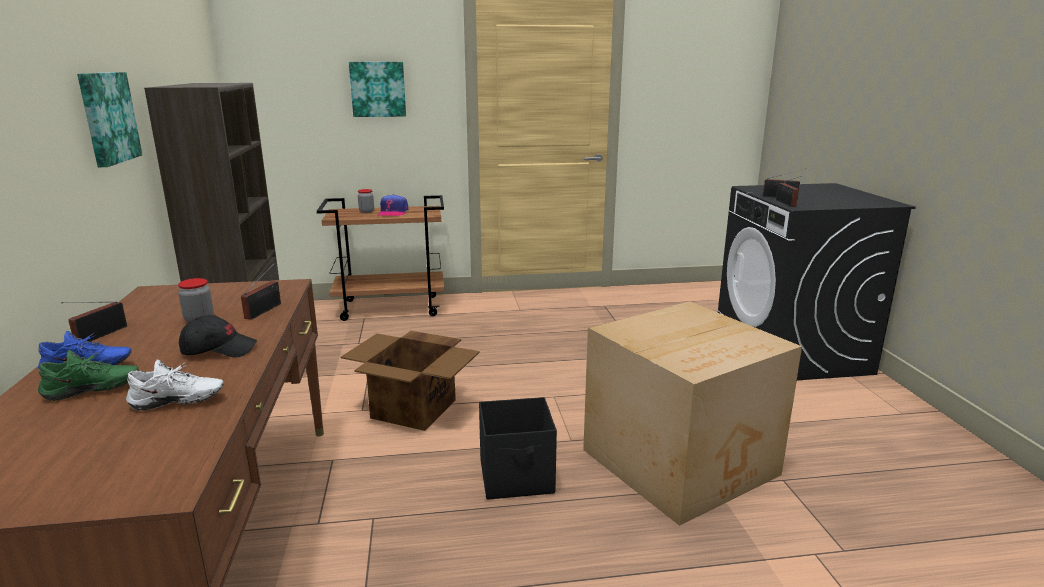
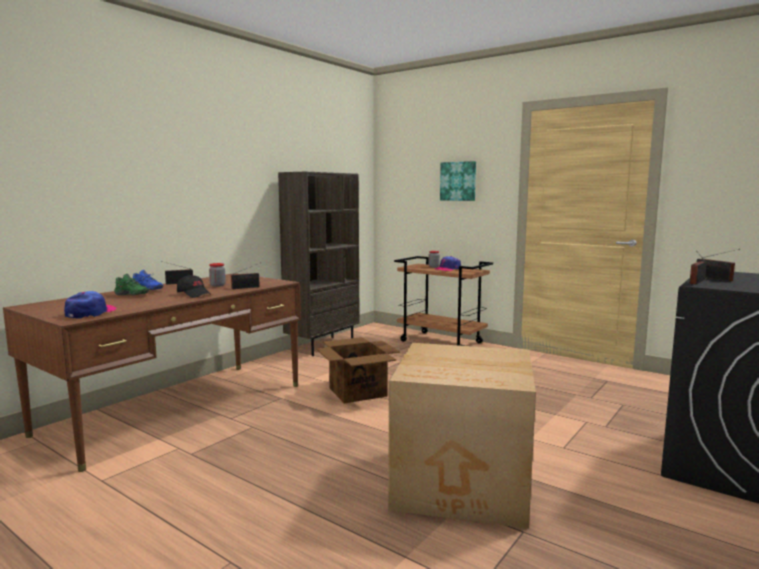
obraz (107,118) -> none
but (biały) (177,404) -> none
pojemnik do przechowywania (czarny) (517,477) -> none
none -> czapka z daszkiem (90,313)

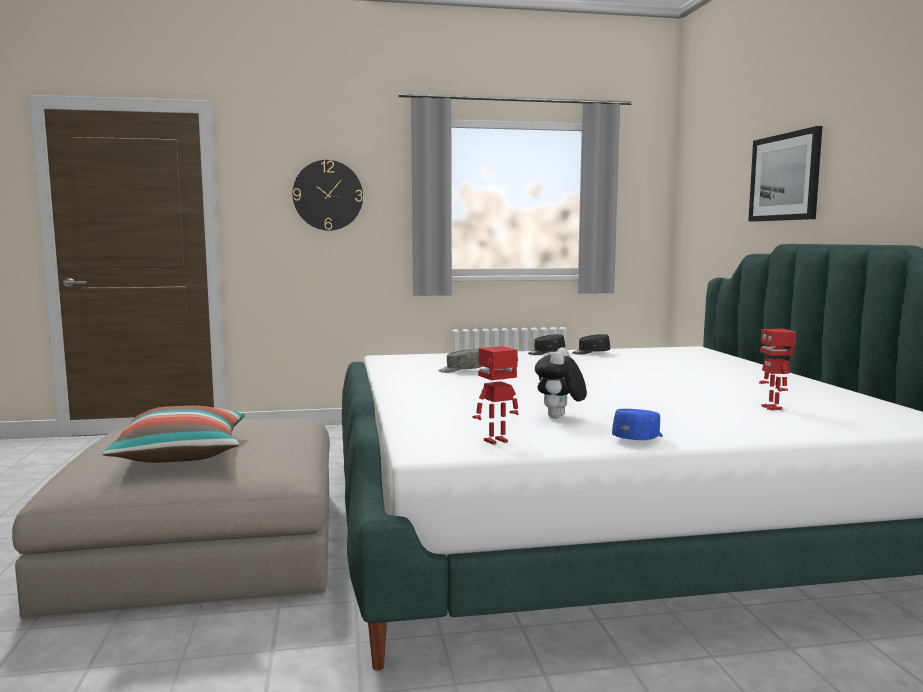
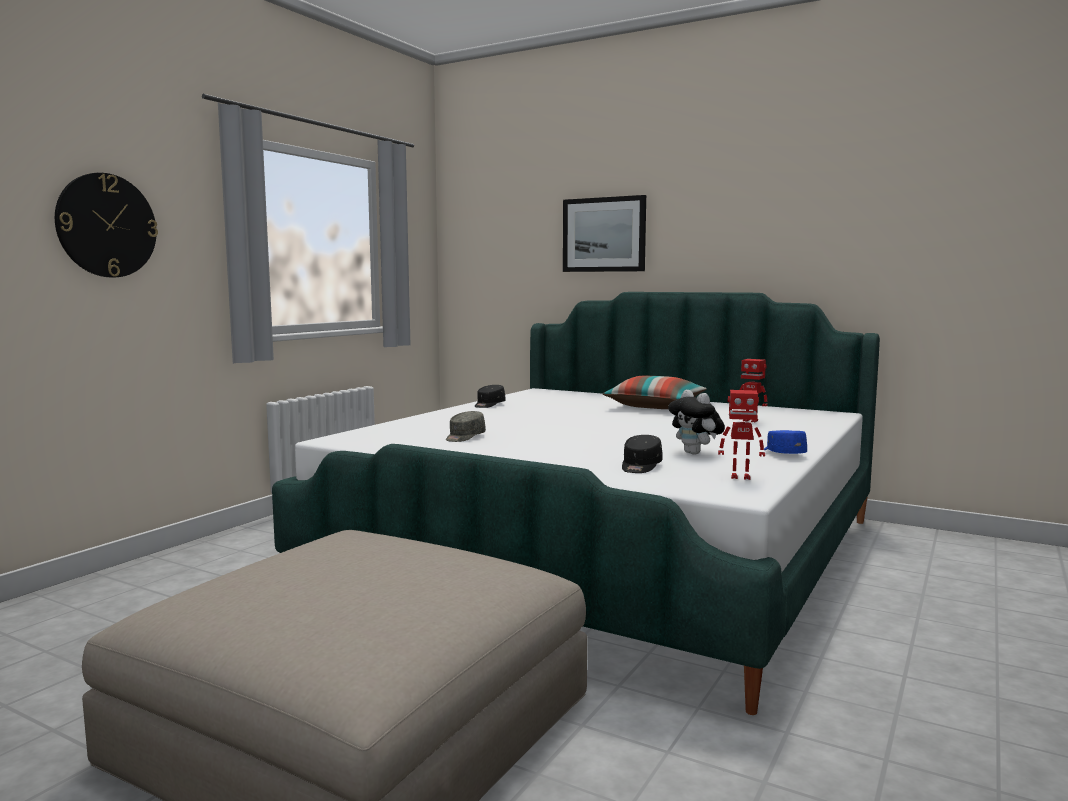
czapka z daszkiem (czarny) (546,353) -> czapka z daszkiem (czarny) (640,466), moved
robot zabawkowy (497,441) -> robot zabawkowy (740,477), 90 degrees counterclockwise
poduszka (182,454) -> poduszka (655,407), moved

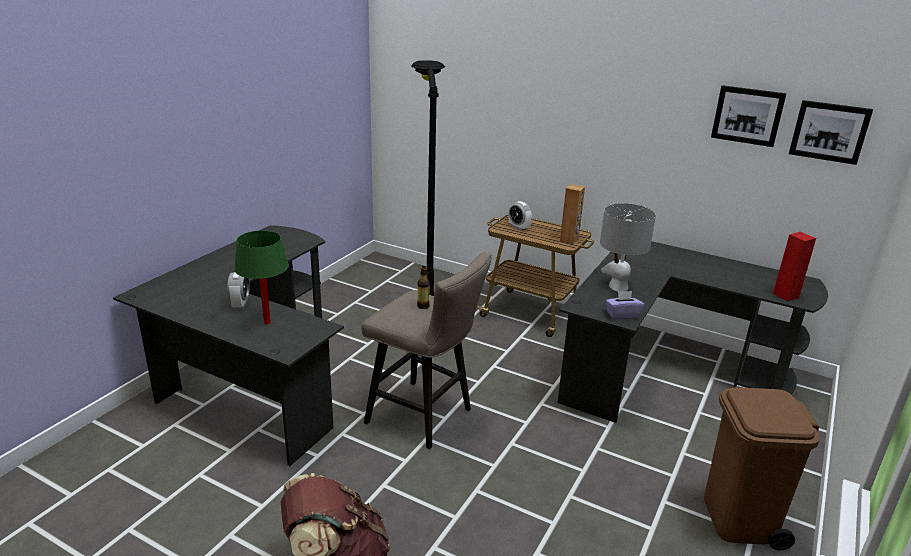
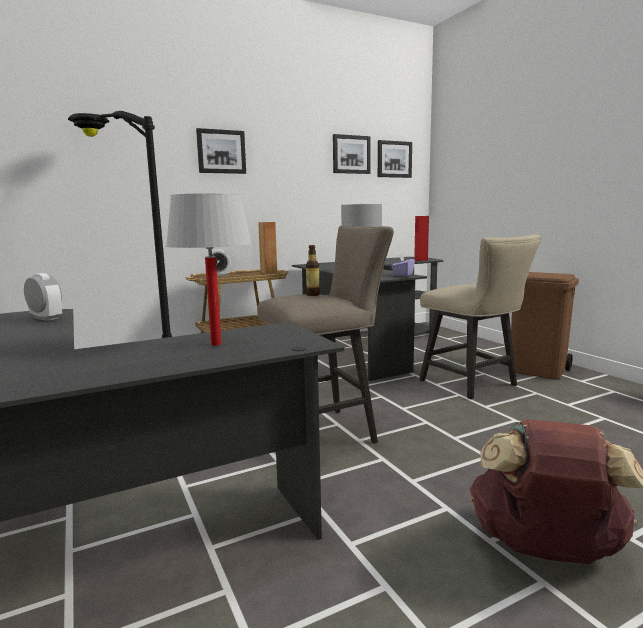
lampa stołowa (zielony) (267,323) -> lampa stołowa (biały) (216,344)
budzik (240,304) -> budzik (46,318), moved
none -> obraz (221,151)
none -> krzesło (beżowy) (473,384)

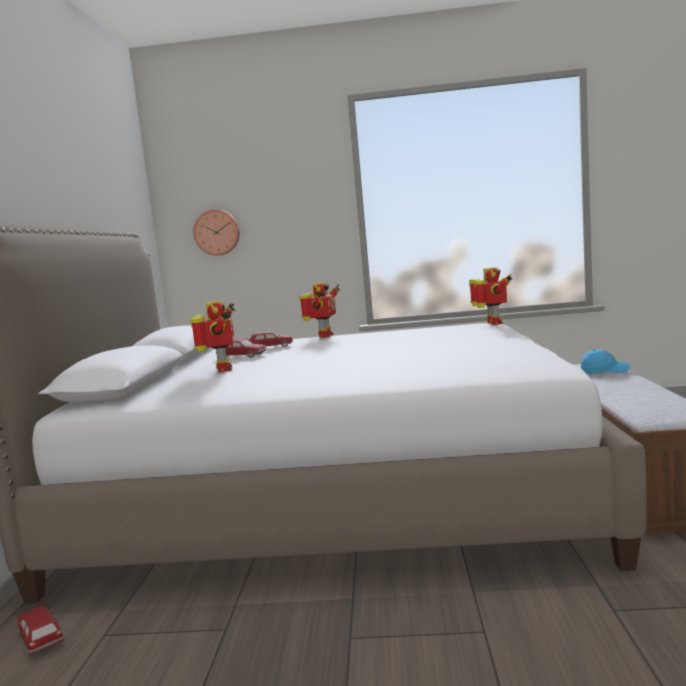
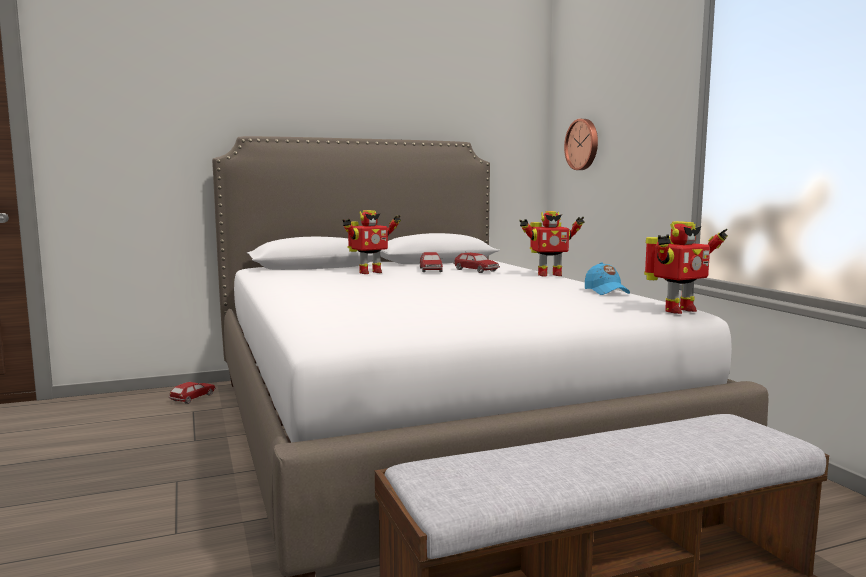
czapka z daszkiem (niebieski) (605,371) -> czapka z daszkiem (niebieski) (606,292), moved

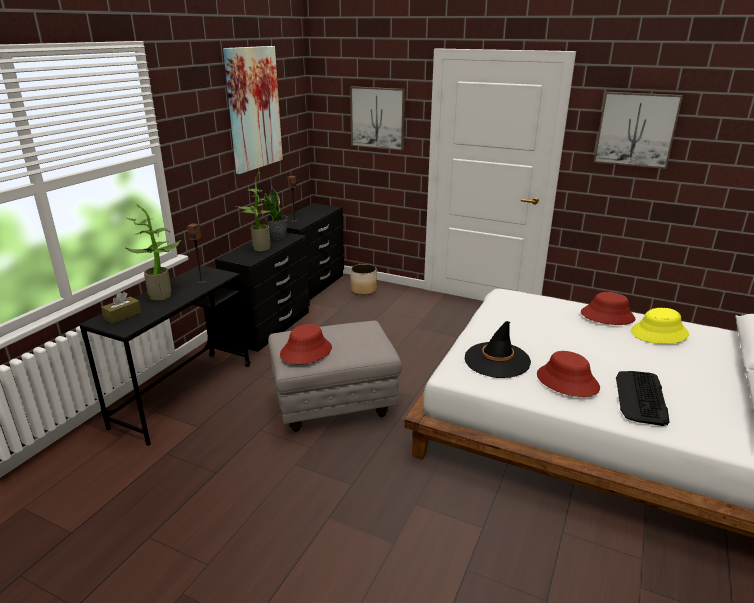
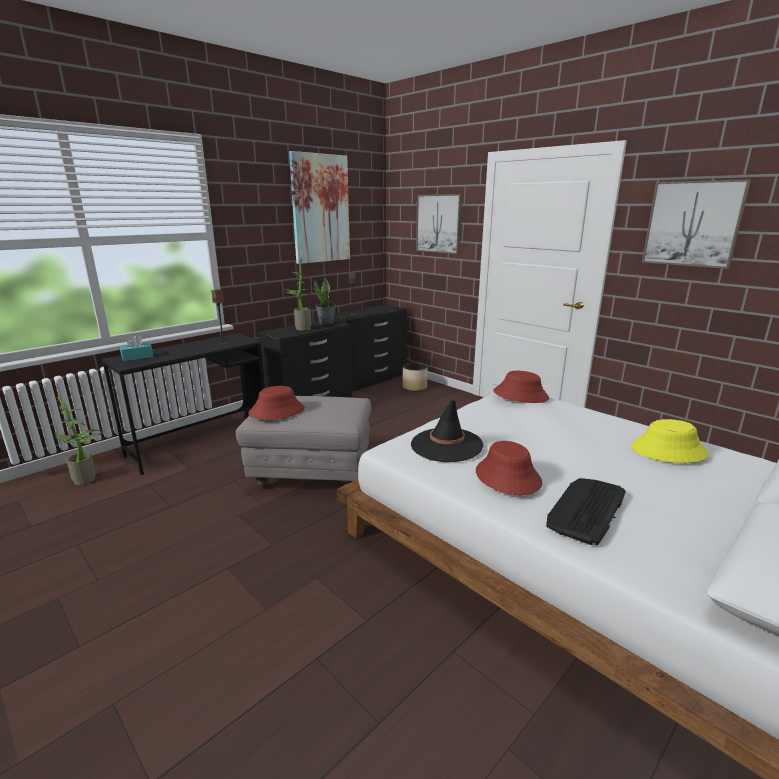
roślina doniczkowa (162,294) -> roślina doniczkowa (88,478), moved
pudełko chusteczek (brązowy) (122,316) -> pudełko chusteczek (turkusowy) (137,357)
kapelusz (czerwony) (607,316) -> kapelusz (czerwony) (520,395), moved

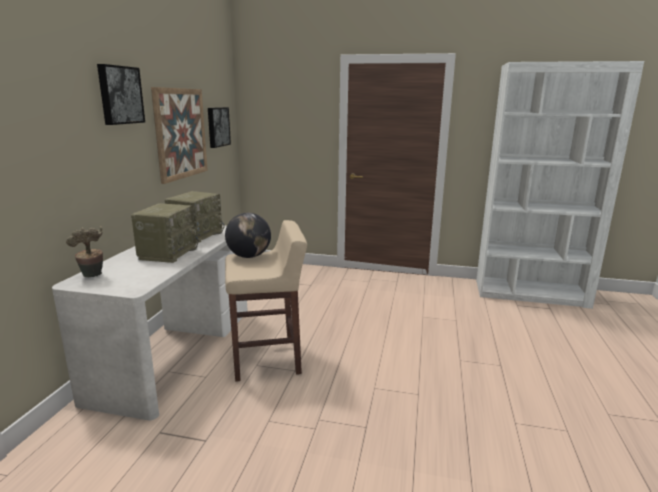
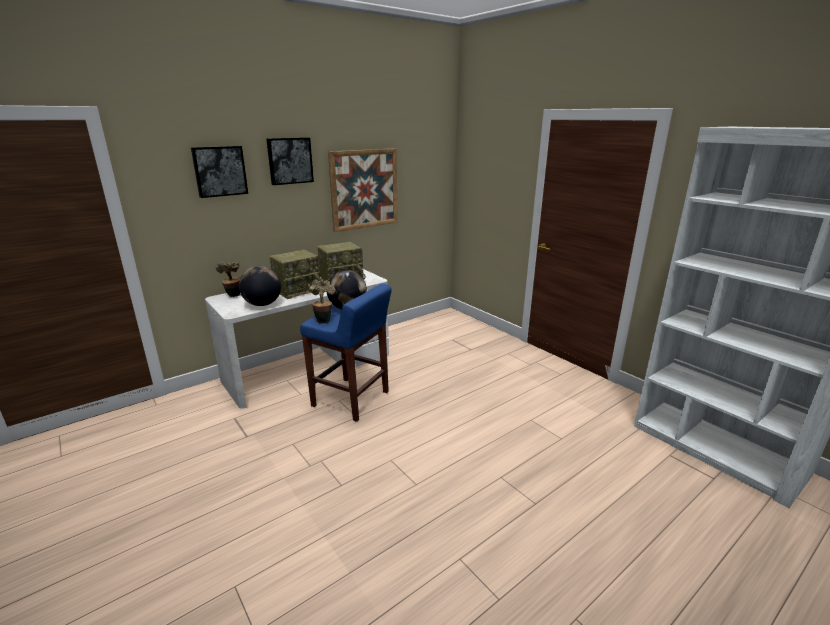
obraz (217,127) -> obraz (219,171), moved
stołek (beżowy) (267,359) -> stołek (niebieski) (351,399)
none -> globus (262,304)
none -> roślina doniczkowa (323,320)

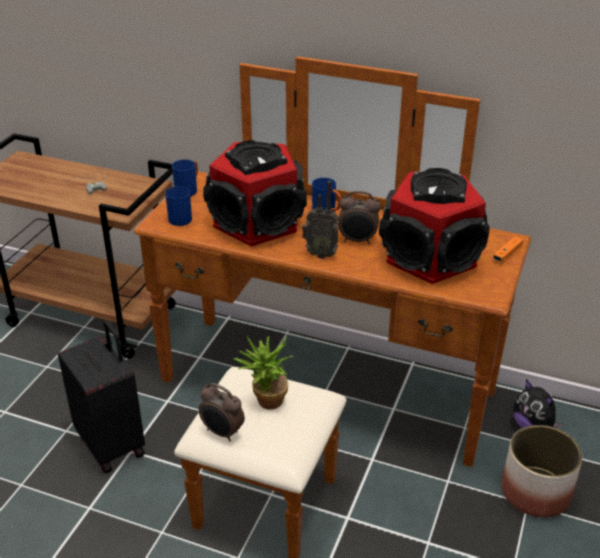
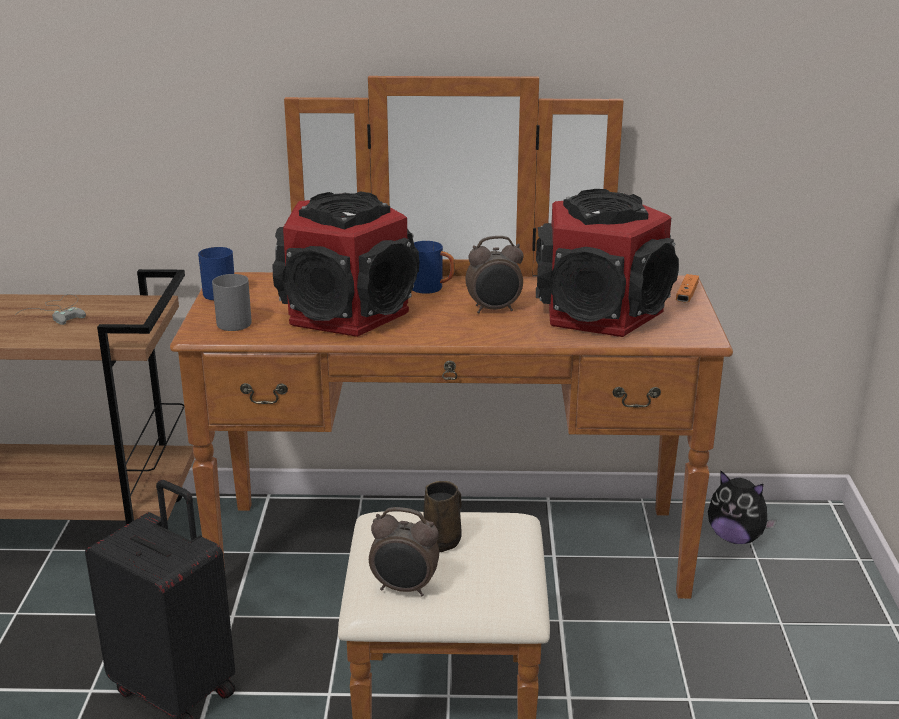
radio (320,254) -> none
kubek (niebieski) (181,217) -> kubek (szary) (233,321)
roślina doniczkowa (265,403) -> kubek (brązowy) (443,541)
donica (535,492) -> none

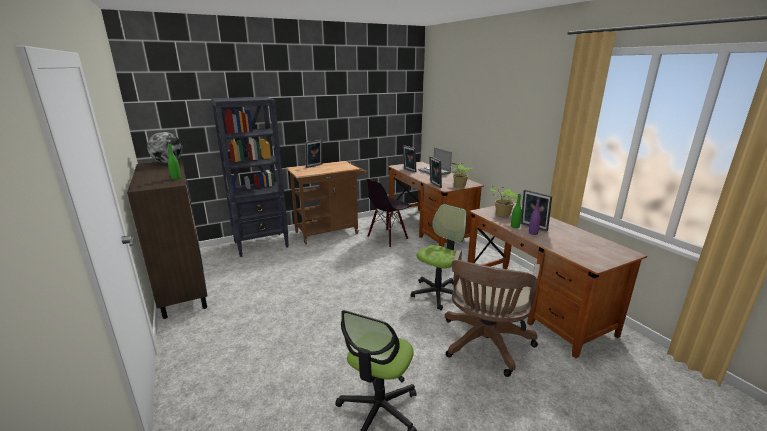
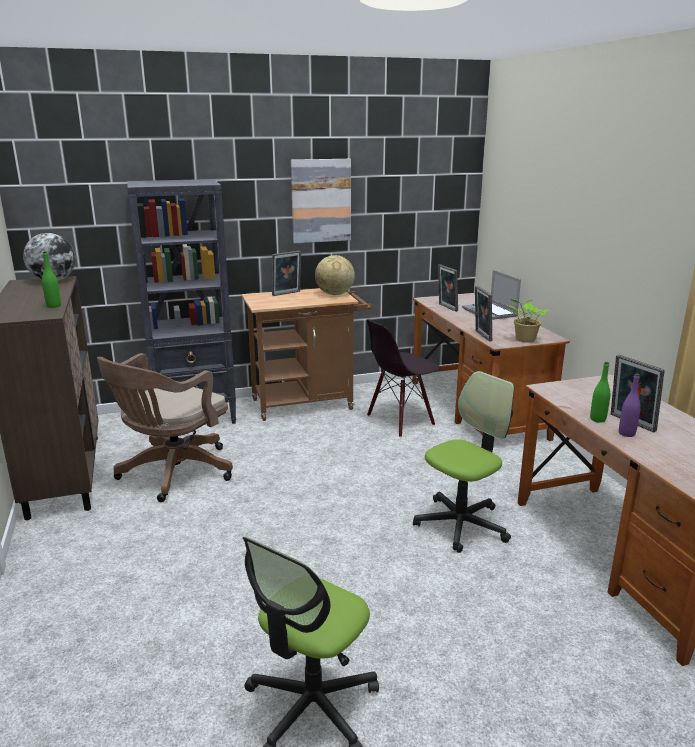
roślina doniczkowa (501,214) -> none
krzesło biurowe (brązowy) (485,345) -> krzesło biurowe (brązowy) (172,473), moved
none -> obraz (321,201)
none -> globus (334,294)

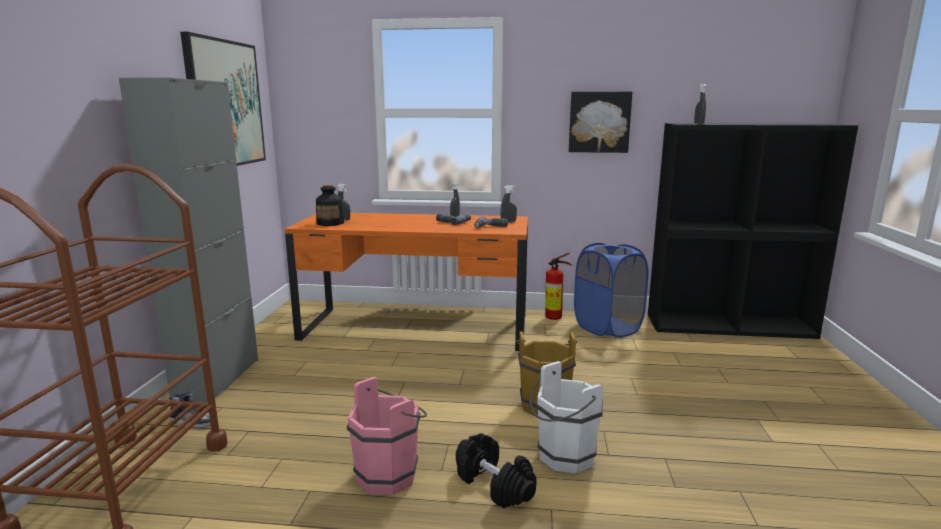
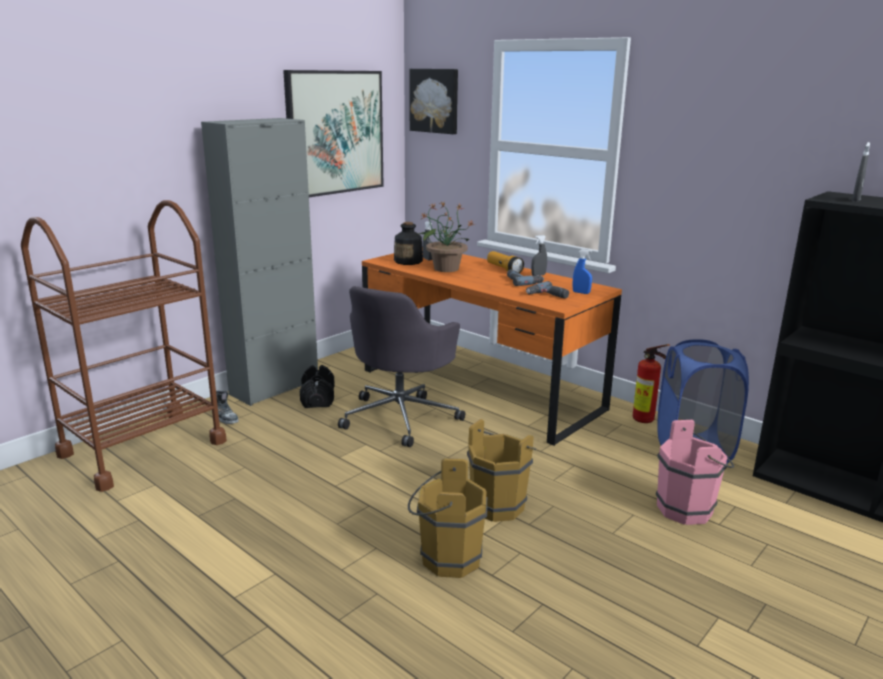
obraz (599,122) -> obraz (435,101), moved
spryskiwacz (szary) (508,222) -> spryskiwacz (niebieski) (581,292)
wiadro (biały) (562,458) -> wiadro (brązowy) (446,558)
wiadro (różowy) (391,474) -> wiadro (różowy) (689,509), moved
hantel (czarny) (495,485) -> hantel (czarny) (318,398), moved
none -> roślina doniczkowa (445,268)
none -> latarka (504,269)
none -> krzesło biurowe (szary) (401,417)

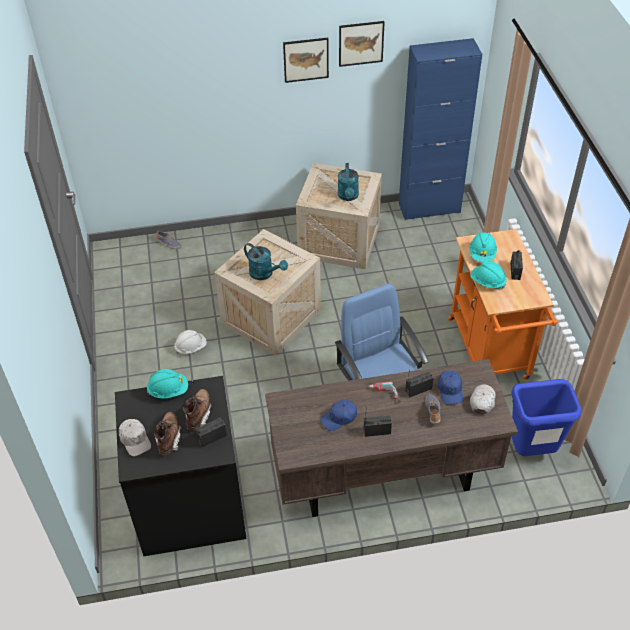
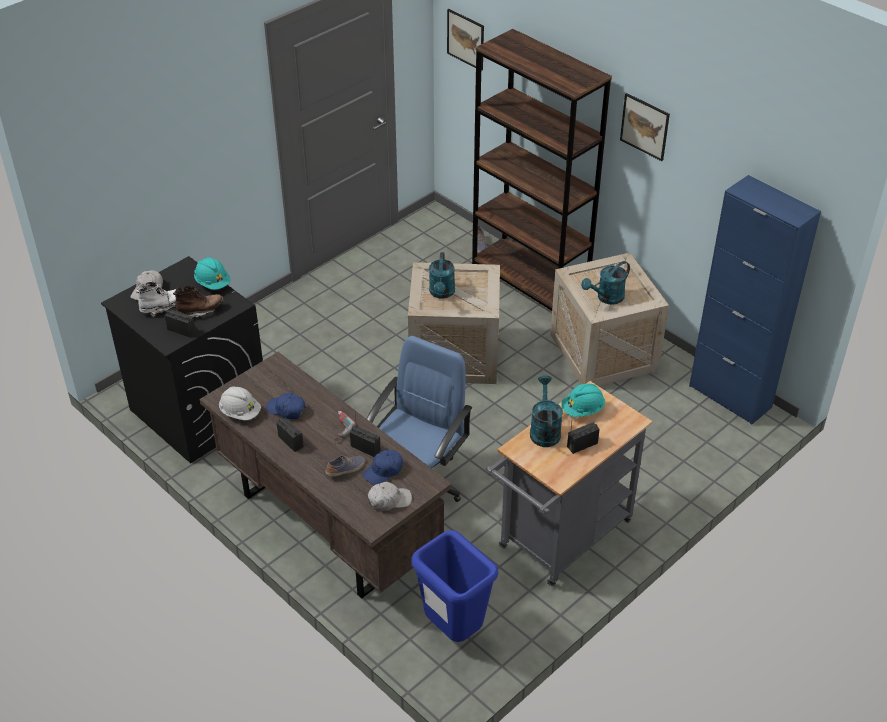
obraz (361,43) -> obraz (465,39), moved
wózek (pomarańczowy) (490,354) -> wózek (szary) (559,540)
kask (turkusowy) (487,282) -> konewka (turkusowy) (544,430)
kask (biały) (191,347) -> kask (biały) (240,412), moved
but z cholewką (brązowy) (168,438) -> but z cholewką (biały) (163,307)
none -> regał (brązowy) (529,282)

